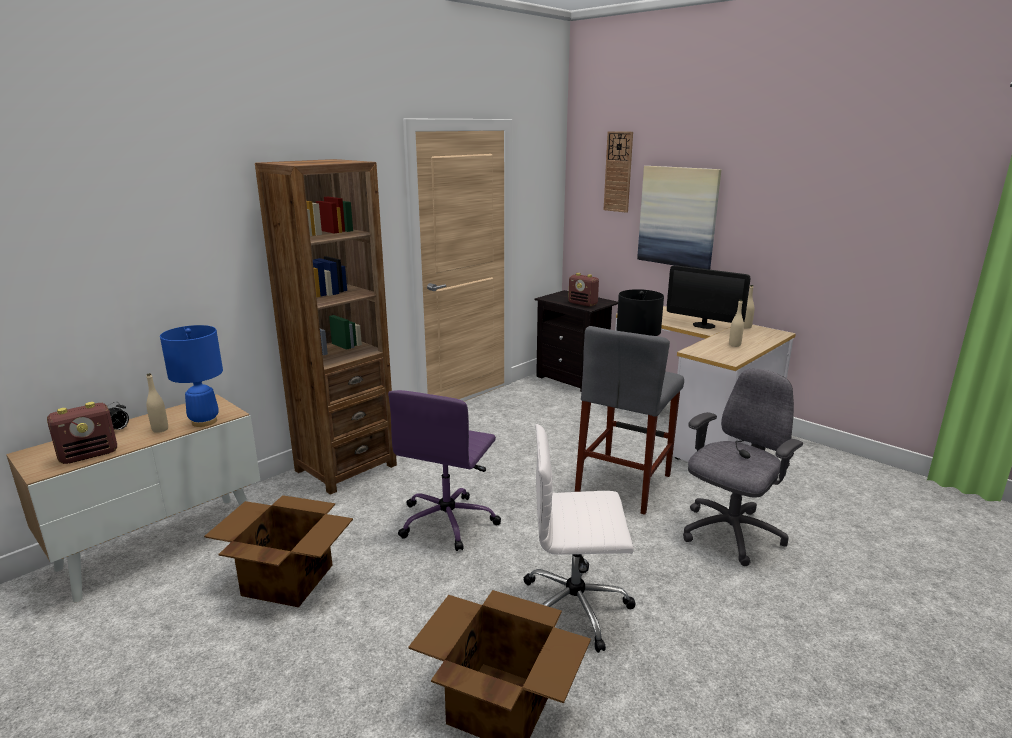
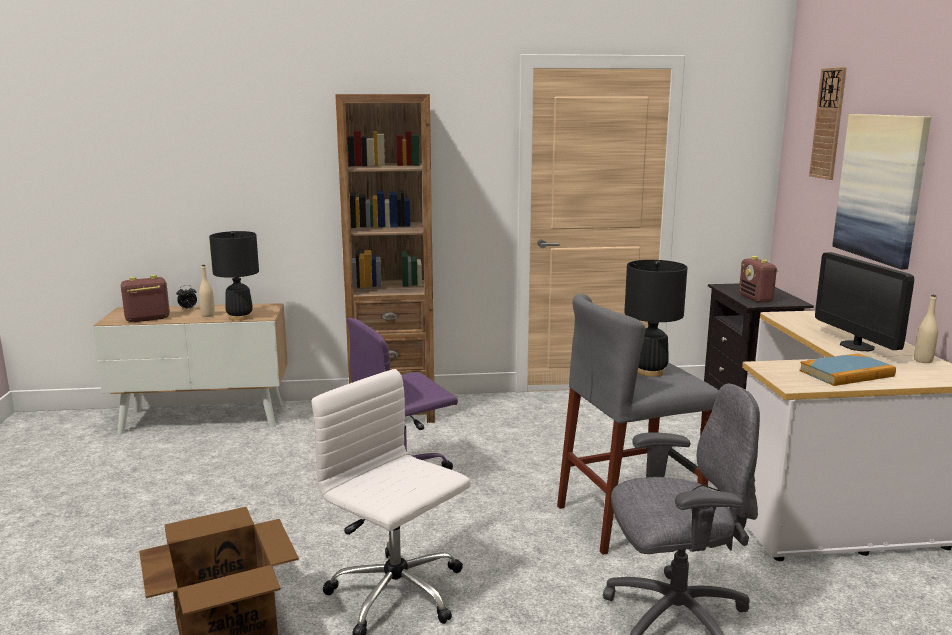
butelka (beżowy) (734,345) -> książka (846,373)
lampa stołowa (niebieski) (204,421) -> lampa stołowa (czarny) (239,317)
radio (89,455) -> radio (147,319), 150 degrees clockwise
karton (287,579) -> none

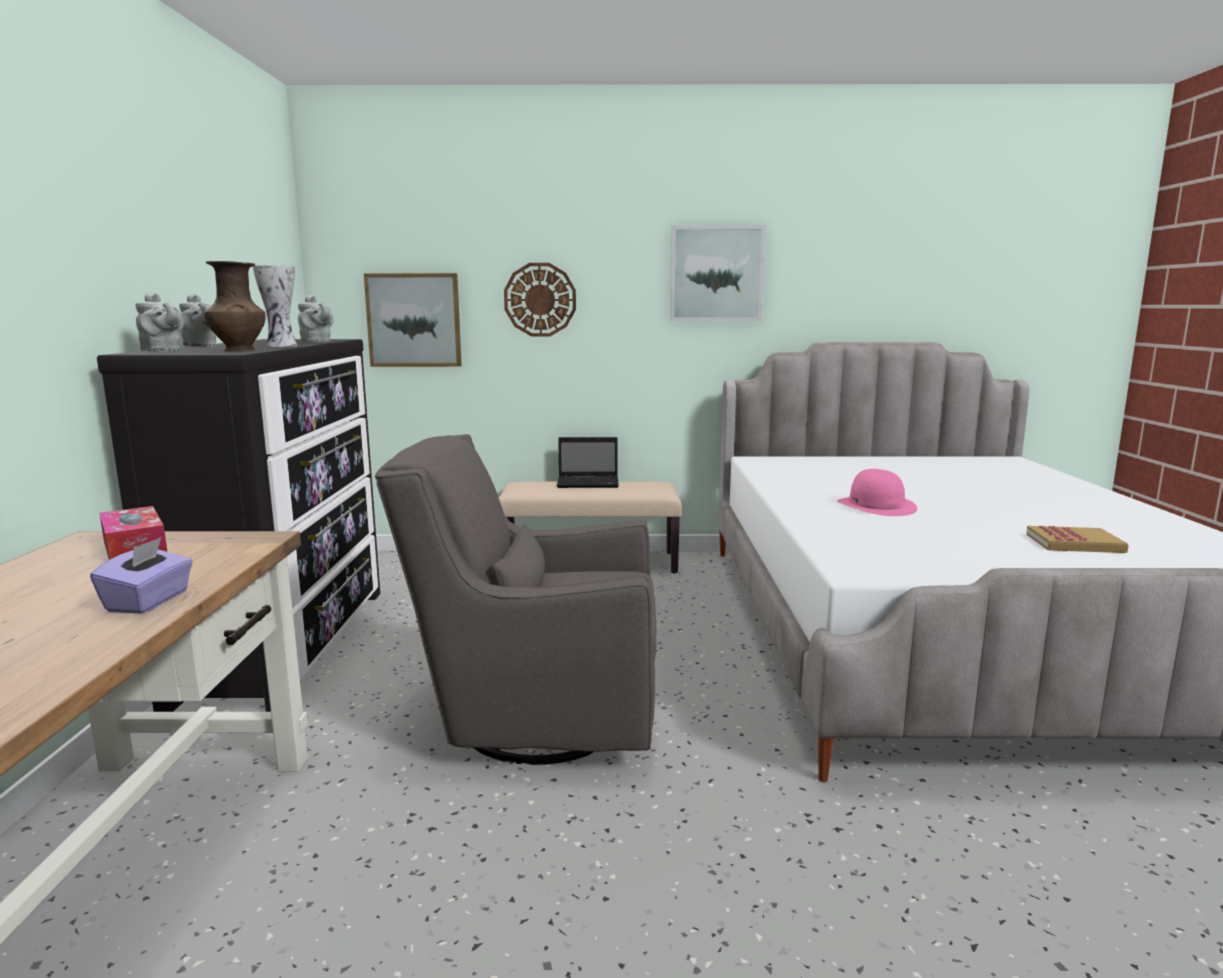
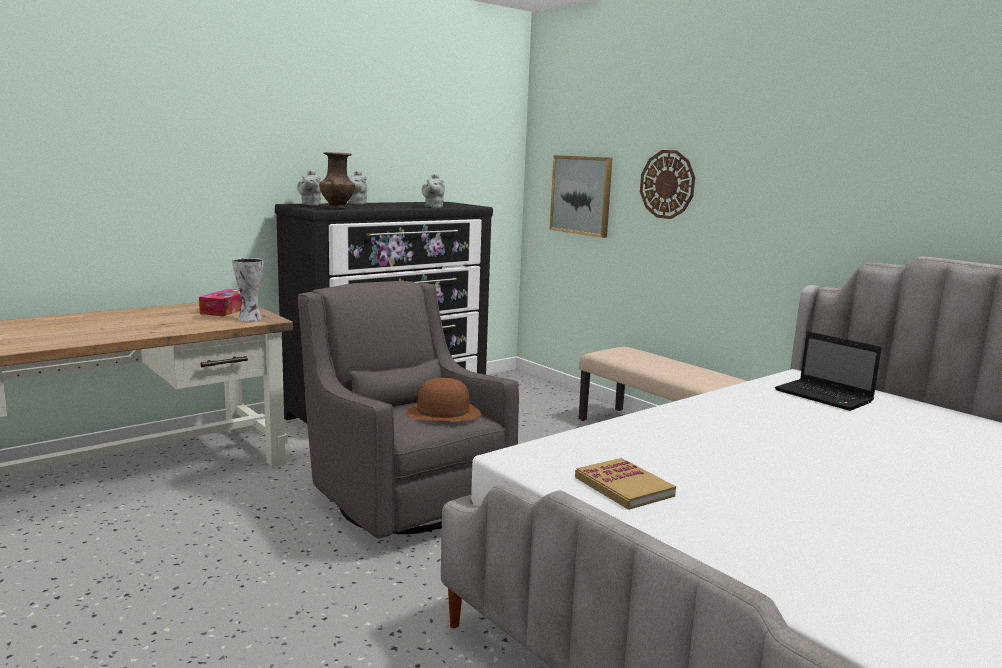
obraz (716,274) -> none
wazon (282,346) -> wazon (250,319), moved
laptop (589,483) -> laptop (825,396), moved
kapelusz (różowy) (876,506) -> none
książka (1074,543) -> książka (623,487), moved
pudełko chusteczek (fioletowy) (149,601) -> none
none -> kapelusz (brązowy) (443,412)

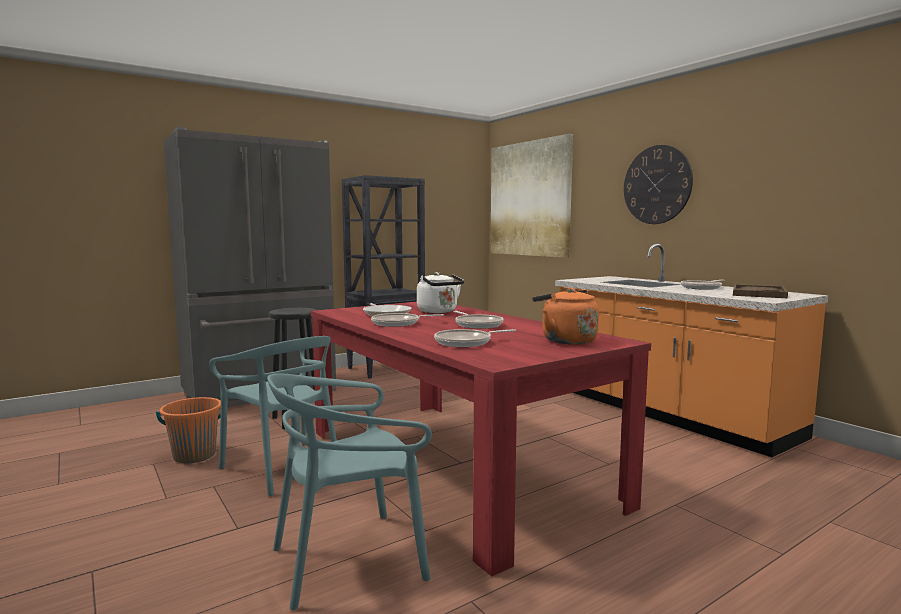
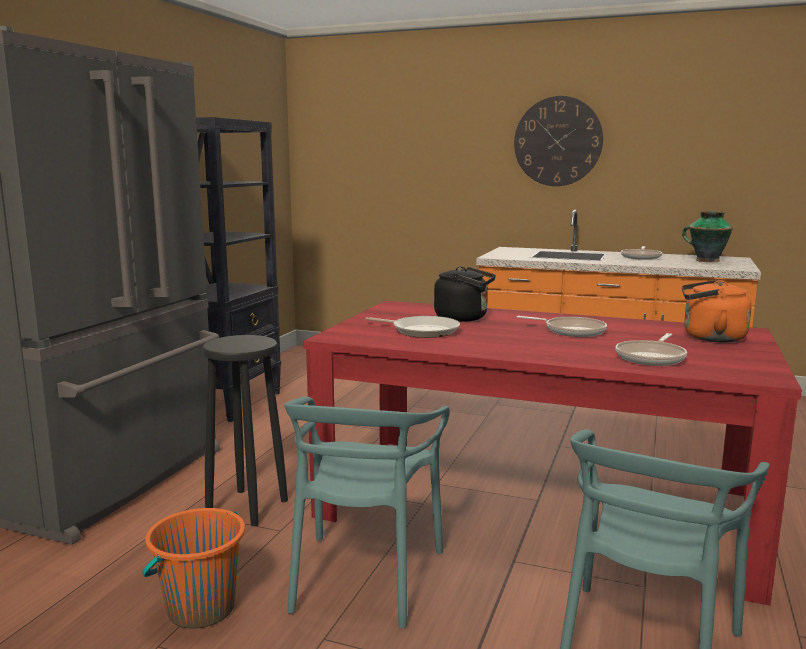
obraz (529,199) -> none
czajnik (biały) (439,311) -> czajnik (czarny) (464,318)
taca (brązowy) (758,293) -> wazon (706,260)
patelnia (398,323) -> none
krzesło (turkusowy) (283,468) -> krzesło (turkusowy) (364,577), 90 degrees clockwise

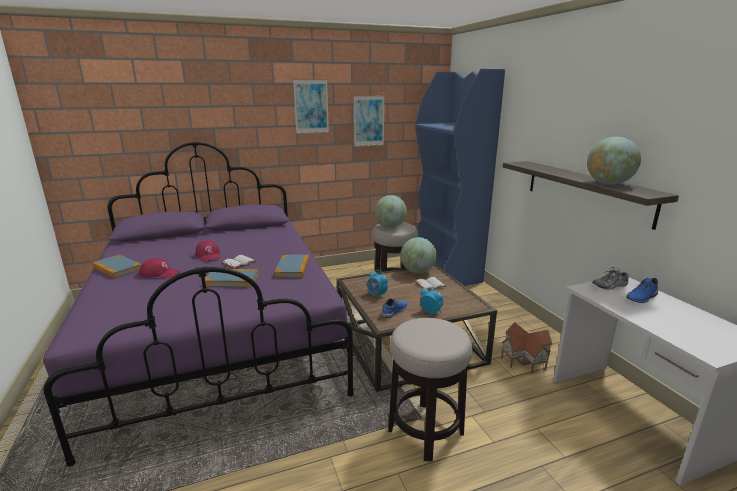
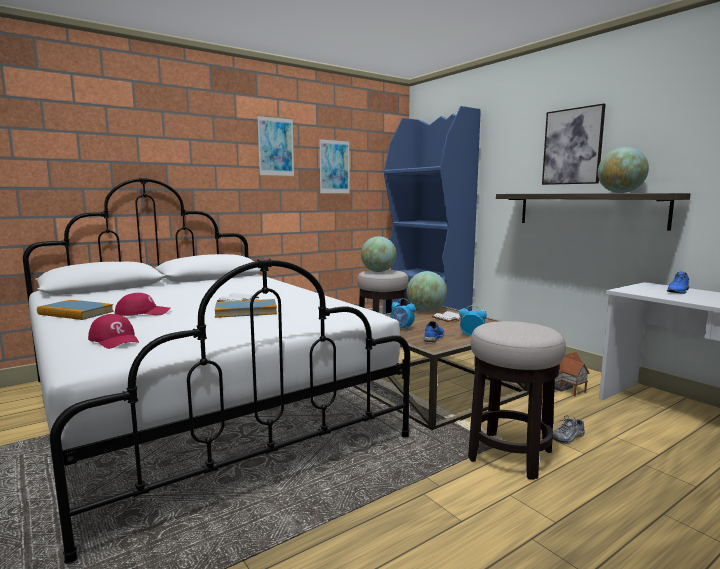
łóżko (fioletowy) (218,336) -> łóżko (biały) (200,406)
czapka z daszkiem (czerwony) (209,255) -> czapka z daszkiem (czerwony) (115,340), moved
książka (292,268) -> none
but (610,285) -> but (567,437), moved
none -> obraz (572,146)

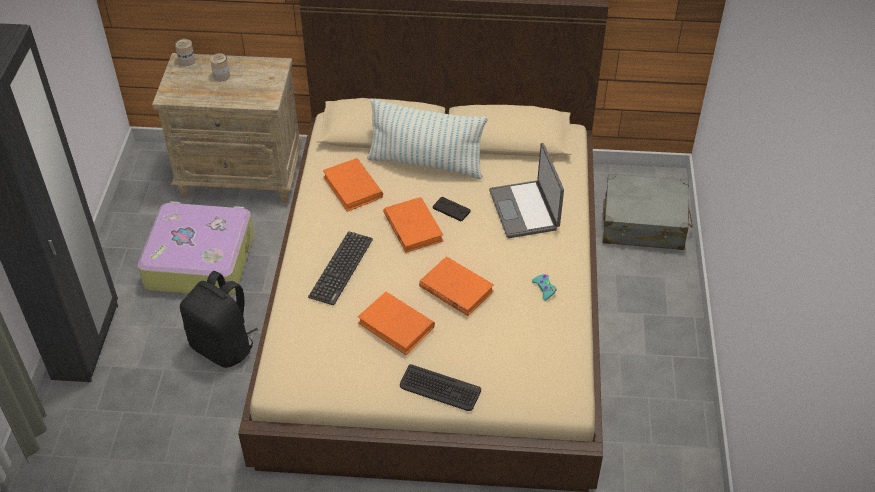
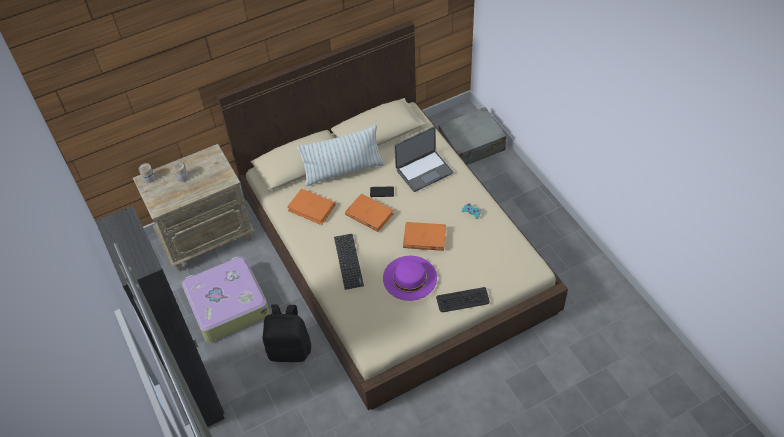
laptop (525,210) -> laptop (424,171), 75 degrees counterclockwise
książka (pomarańczowy) (396,325) -> kapelusz (fioletowy) (410,278)

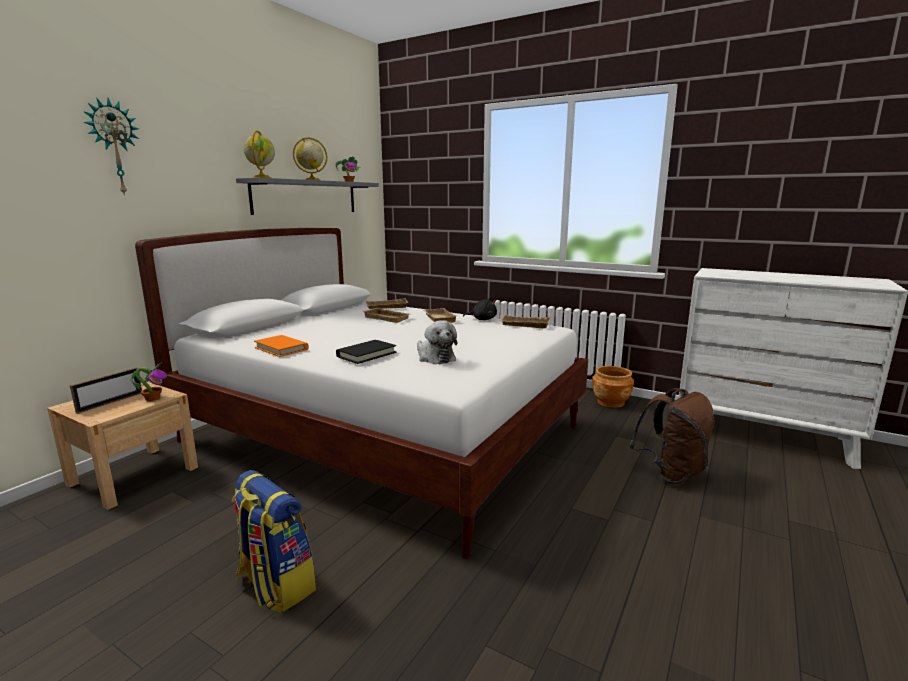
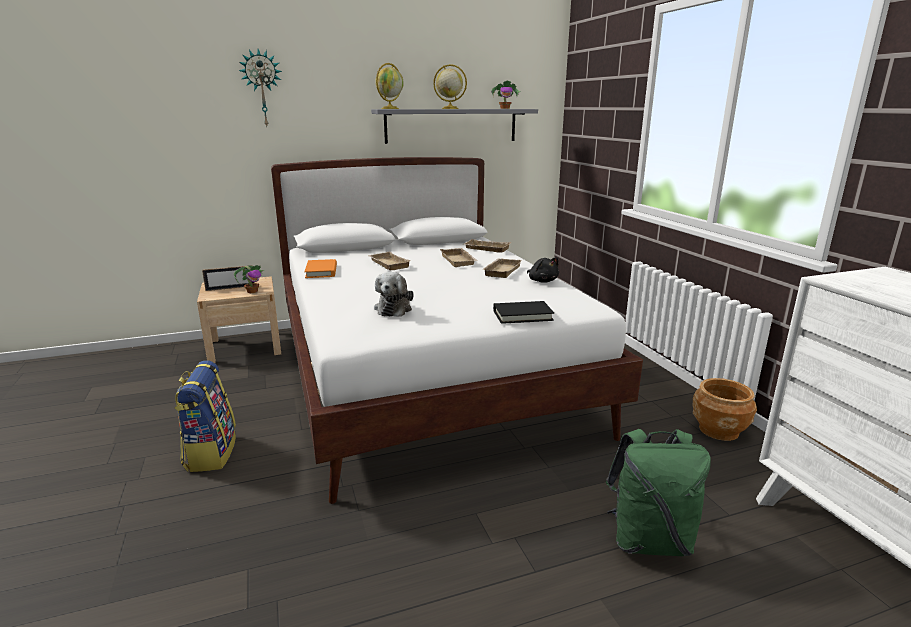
taca (beżowy) (524,325) -> taca (beżowy) (387,264), moved
książka (czarny) (366,354) -> książka (czarny) (522,315), moved
plecak (brązowy) (671,473) -> plecak (zielony) (649,540)

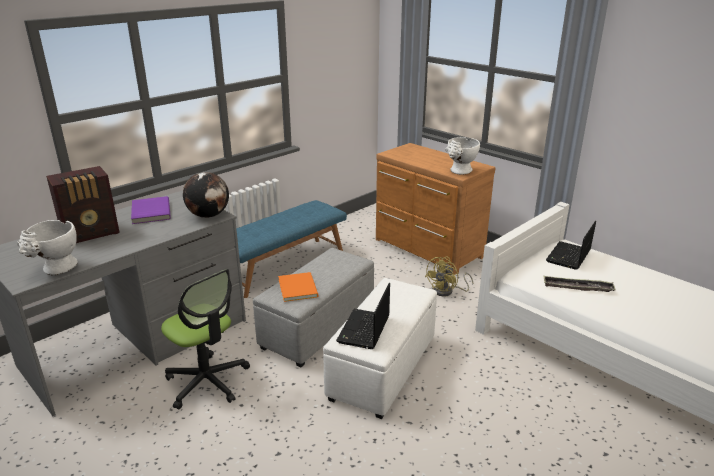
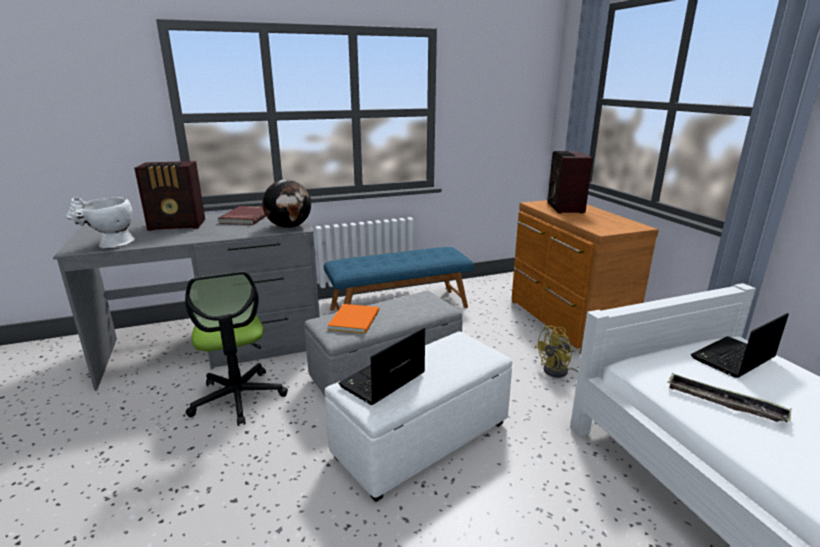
wazon (biały) (460,172) -> none
książka (fioletowy) (150,212) -> książka (czerwony) (245,217)
none -> radio (564,208)

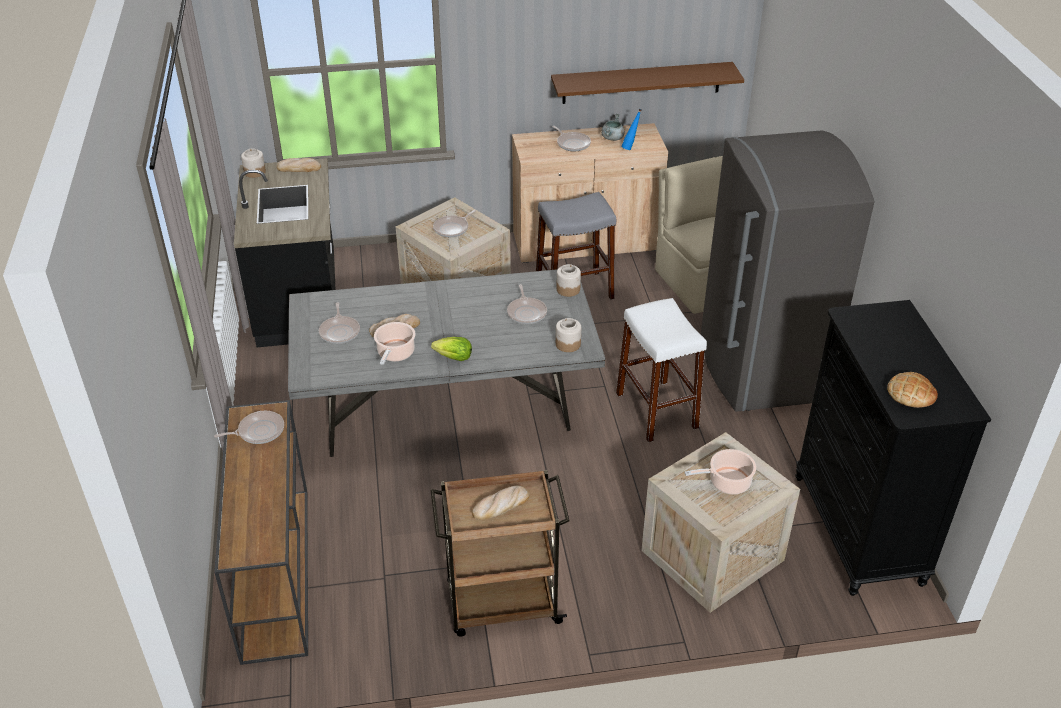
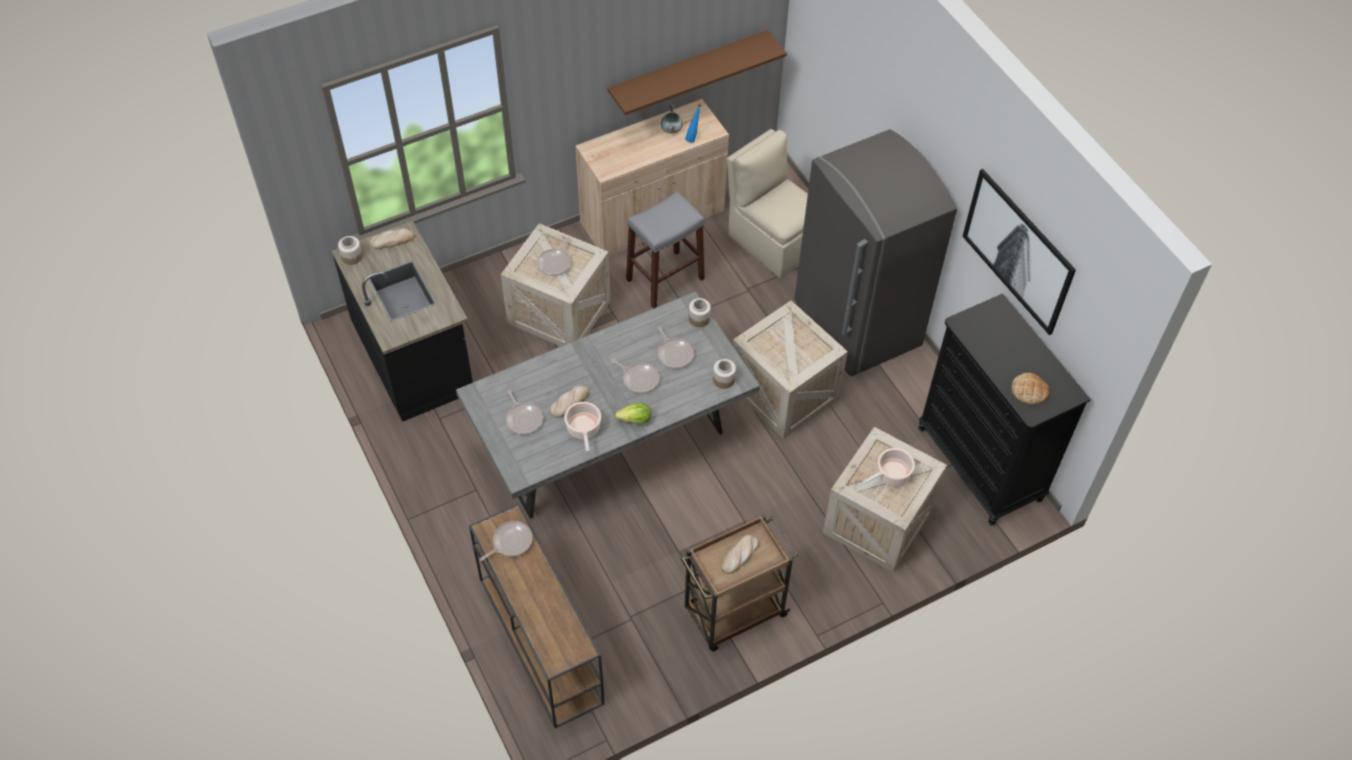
patelnia (572,143) -> patelnia (639,379), moved
stołek (biały) (656,410) -> skrzynka (786,393)
none -> obraz (1019,250)

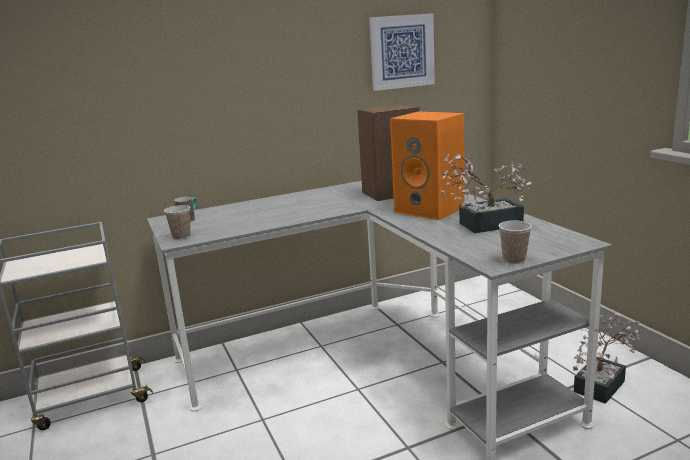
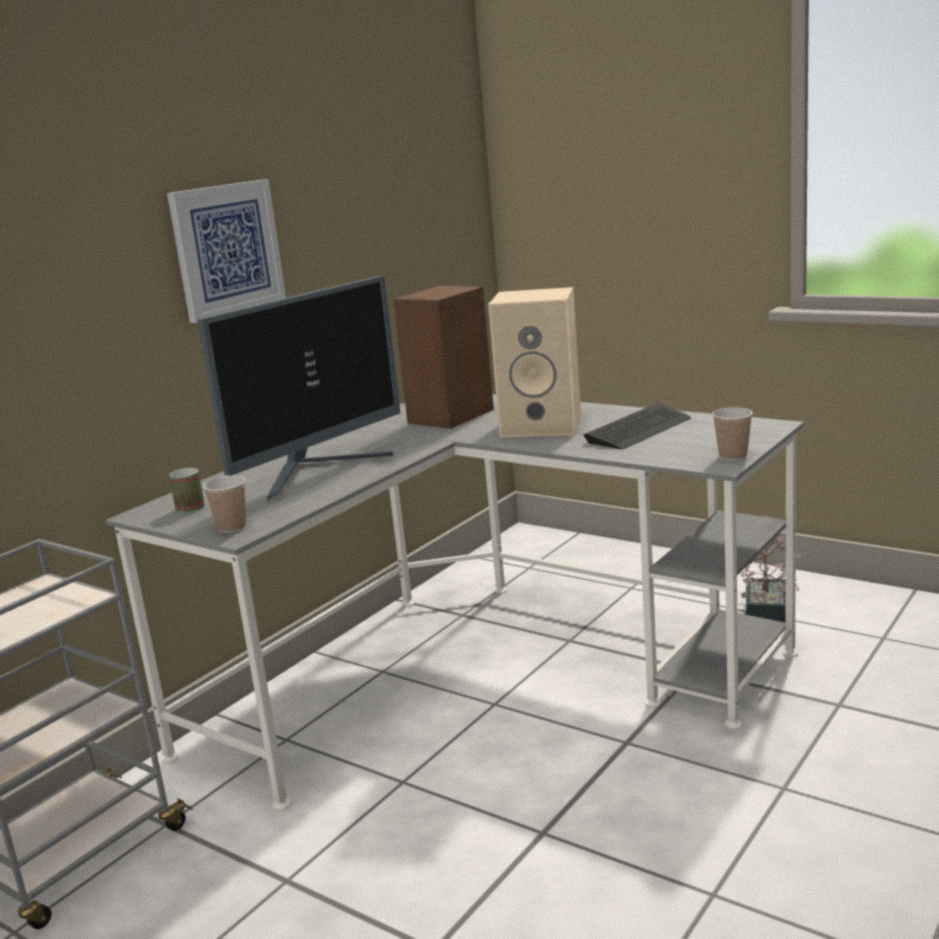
obraz (401,52) -> obraz (226,249), moved
głośnik (pomarańczowy) (431,209) -> głośnik (beżowy) (543,425)
roślina doniczkowa (483,225) -> klawiatura (638,430)
none -> monitor (317,470)

